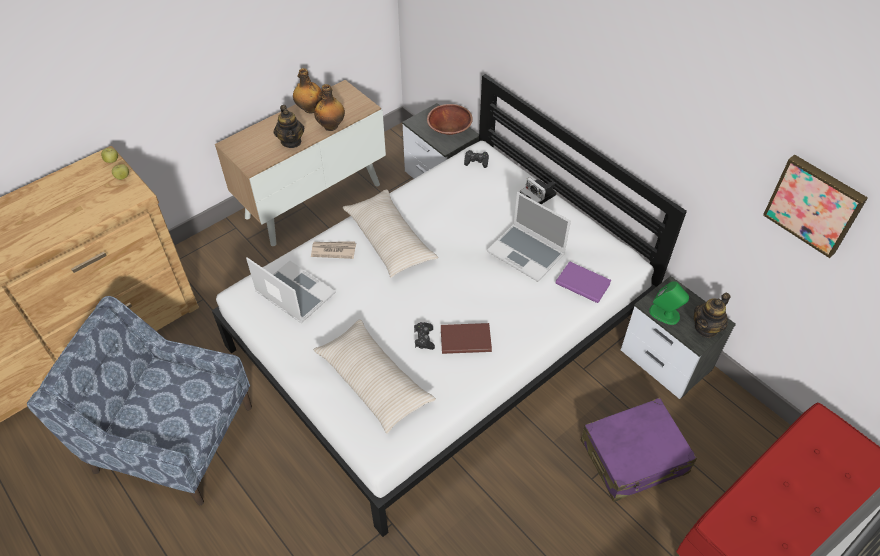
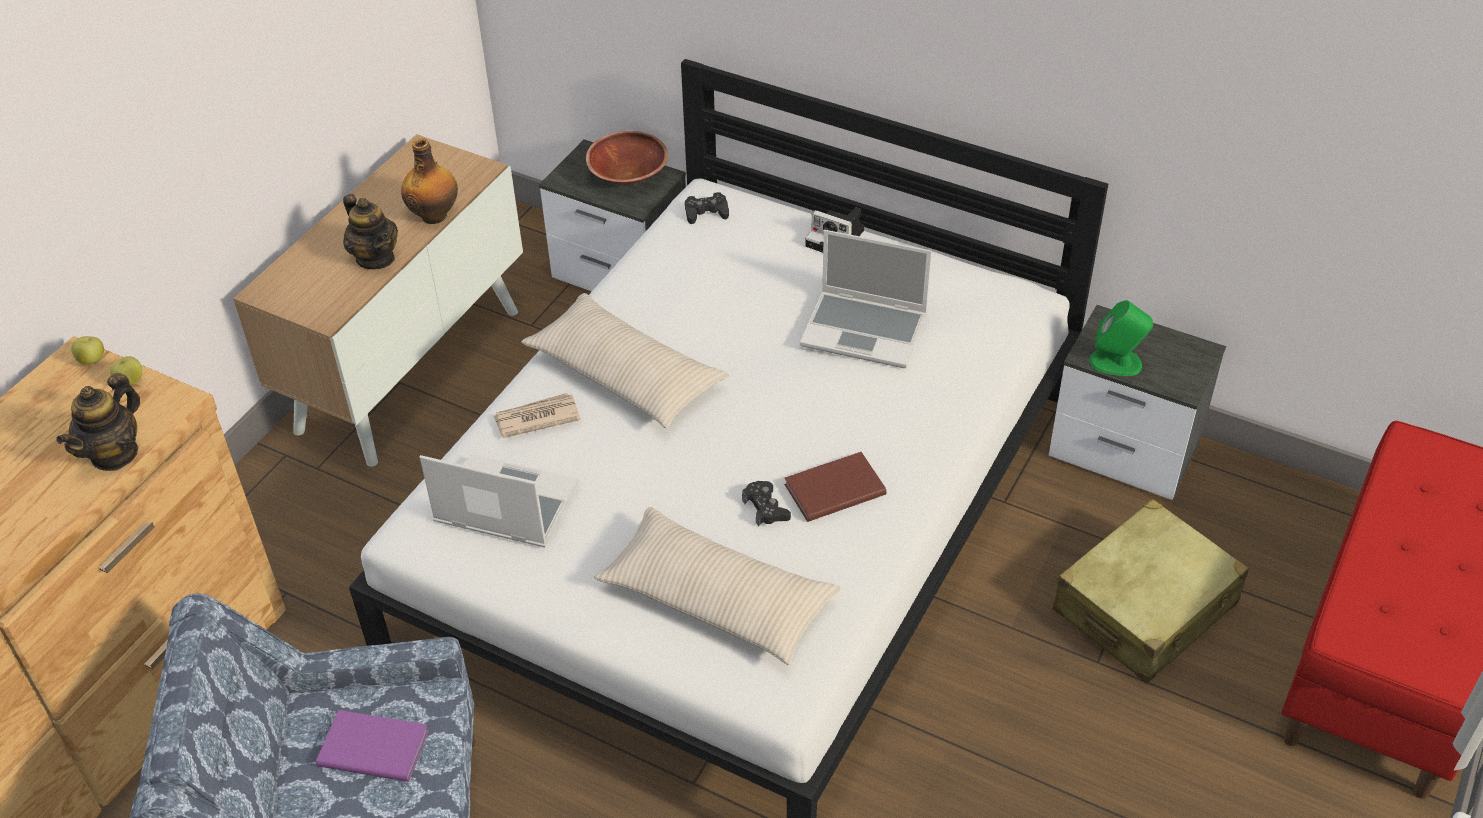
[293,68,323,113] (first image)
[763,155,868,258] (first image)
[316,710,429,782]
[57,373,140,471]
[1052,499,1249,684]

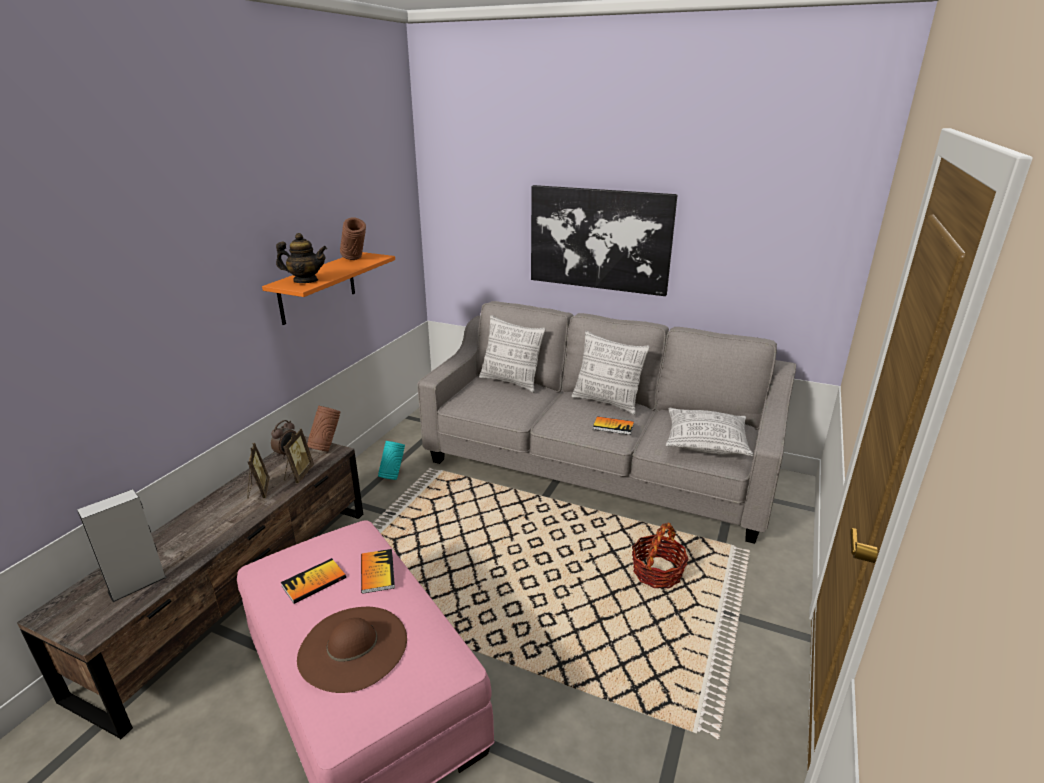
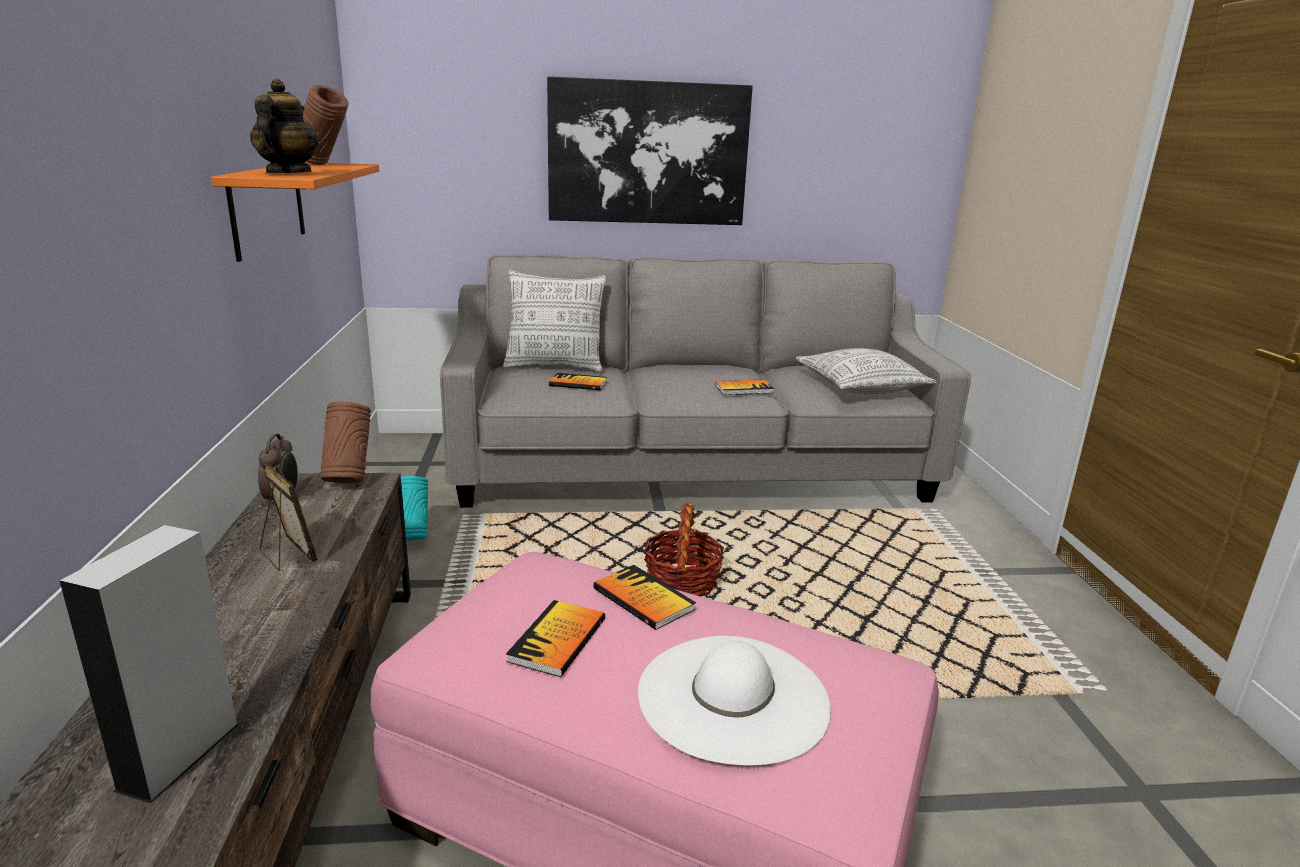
[283,429,314,483] (first image)
[572,331,650,415] (first image)
[549,373,607,390]
[644,502,724,596]
[638,636,831,766]
[250,79,319,174]

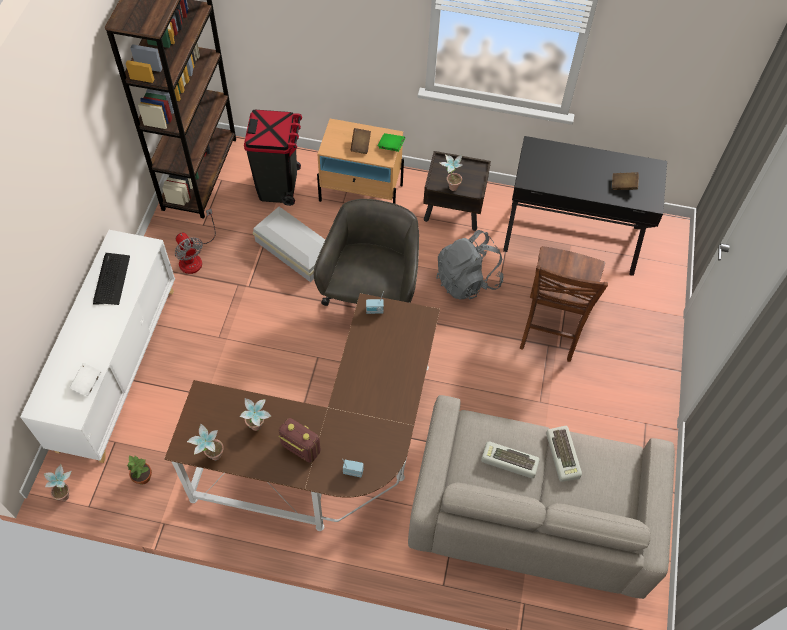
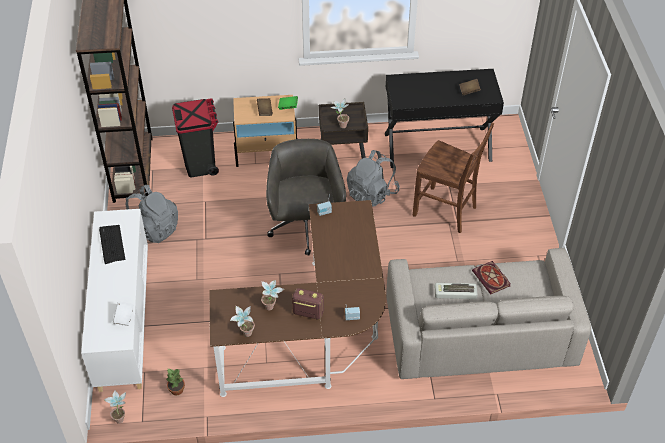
[253,207,325,282] (first image)
[125,185,178,243]
[472,261,511,294]
[413,123,494,233]

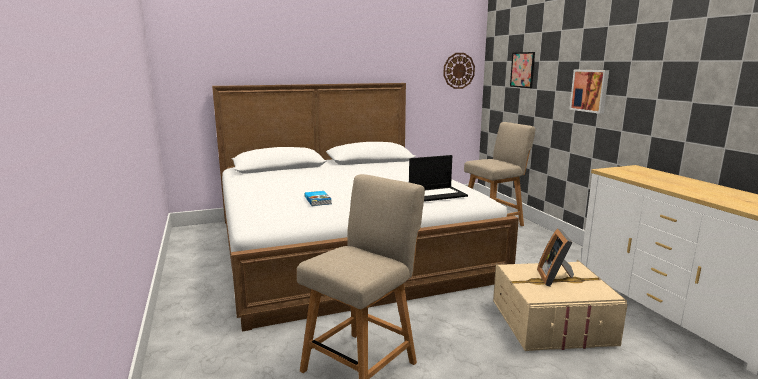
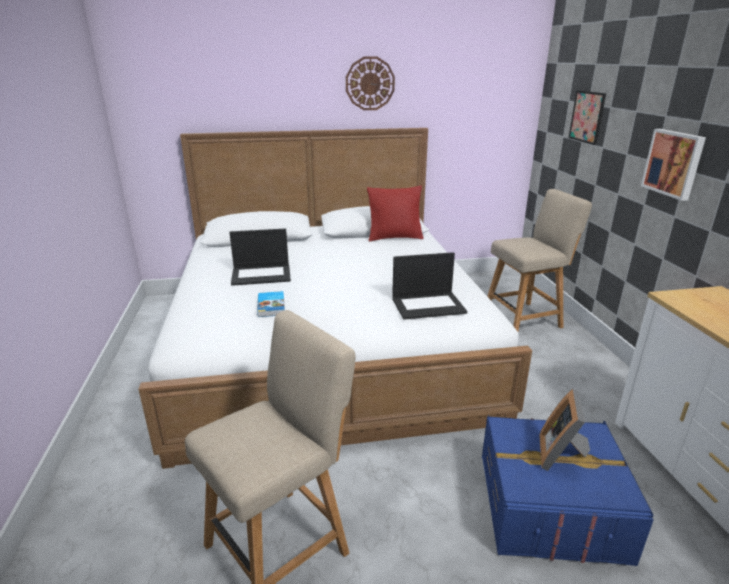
[229,228,291,286]
[367,186,424,242]
[346,57,395,110]
[482,414,653,566]

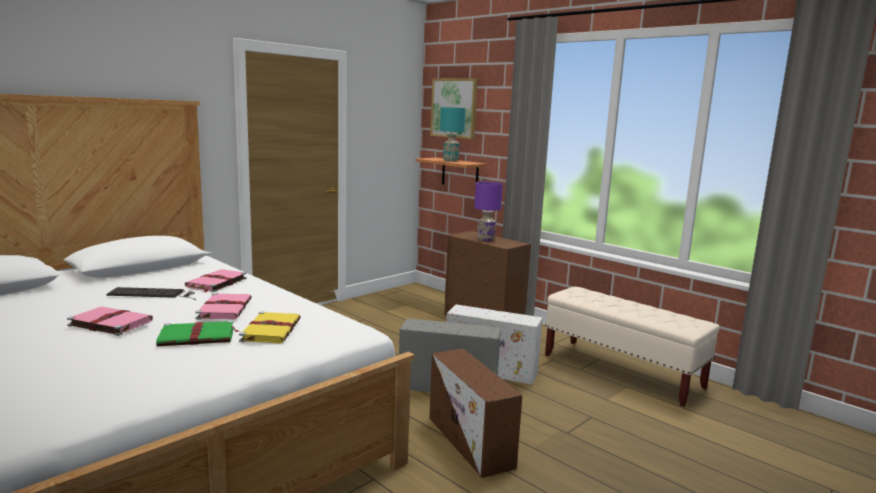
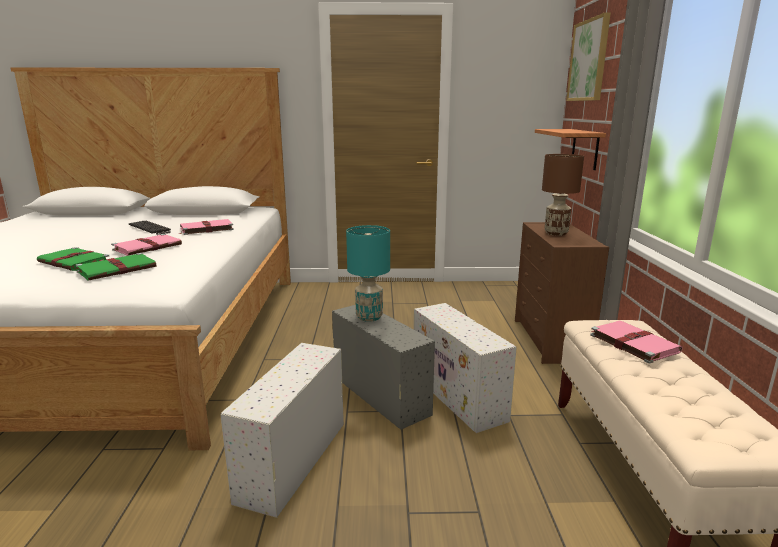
[590,321,683,363]
[346,225,390,322]
[76,253,156,281]
[220,343,344,518]
[542,154,584,236]

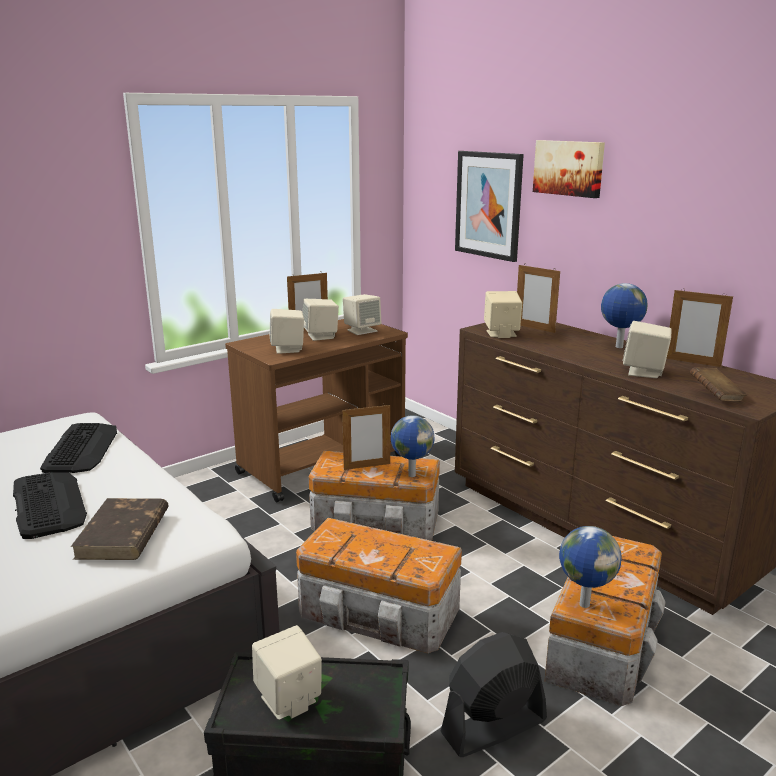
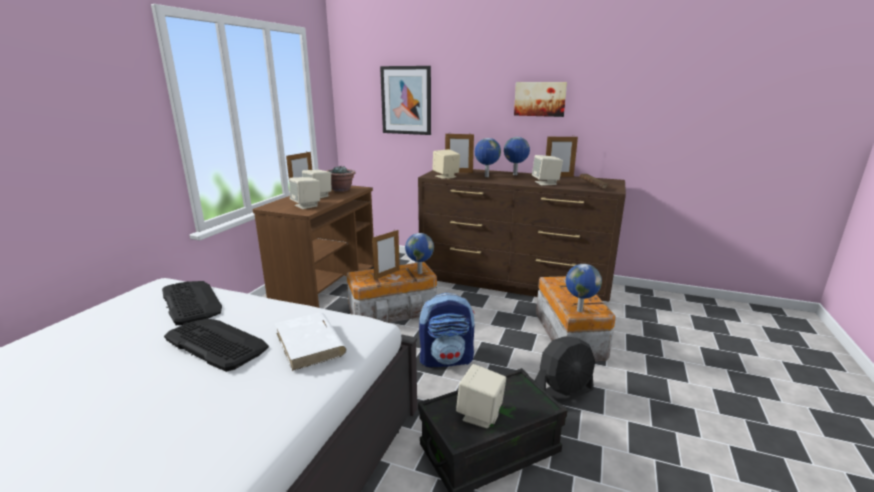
[475,138,501,177]
[514,82,567,117]
[419,293,475,367]
[327,166,356,192]
[275,313,347,371]
[534,336,595,403]

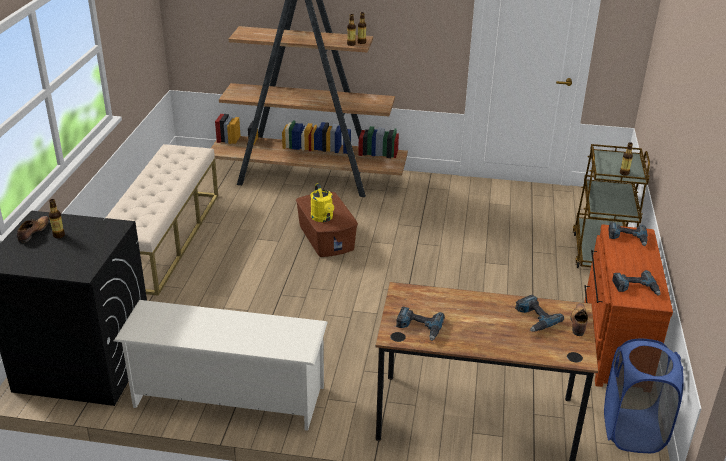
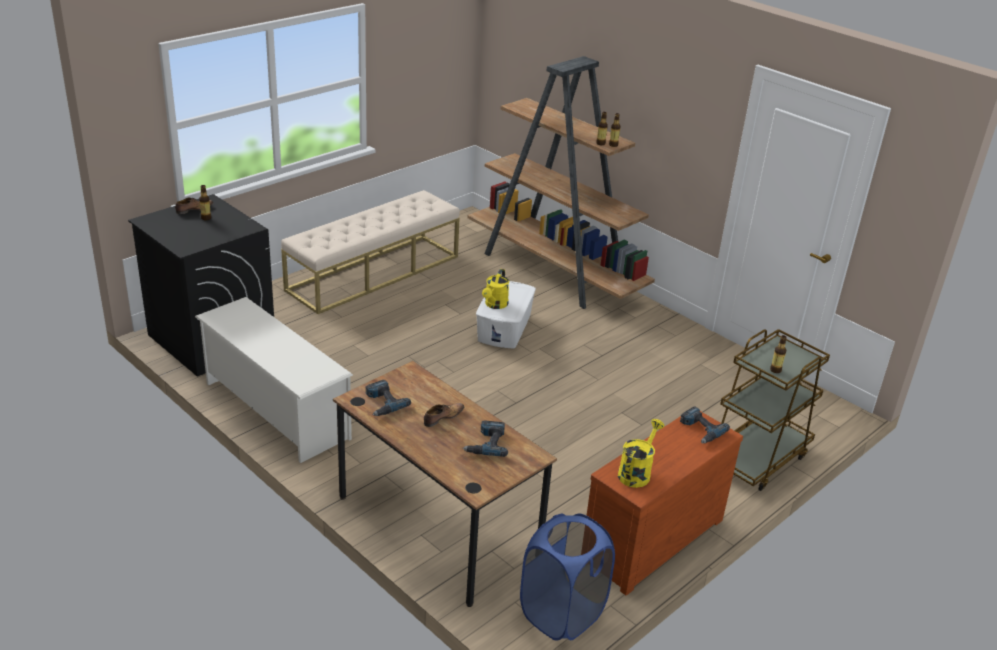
[424,403,464,427]
[618,419,664,488]
[476,281,536,348]

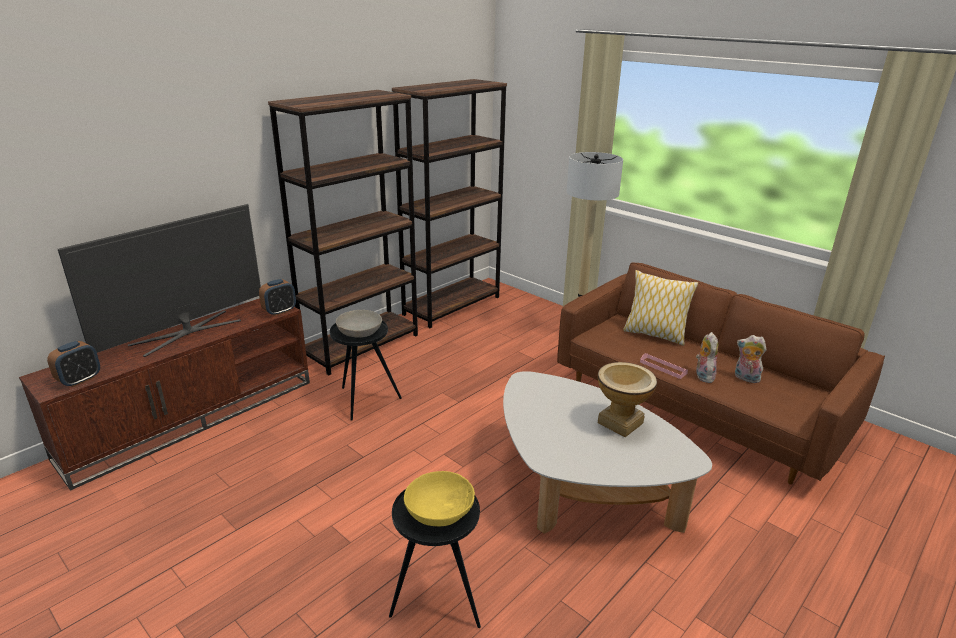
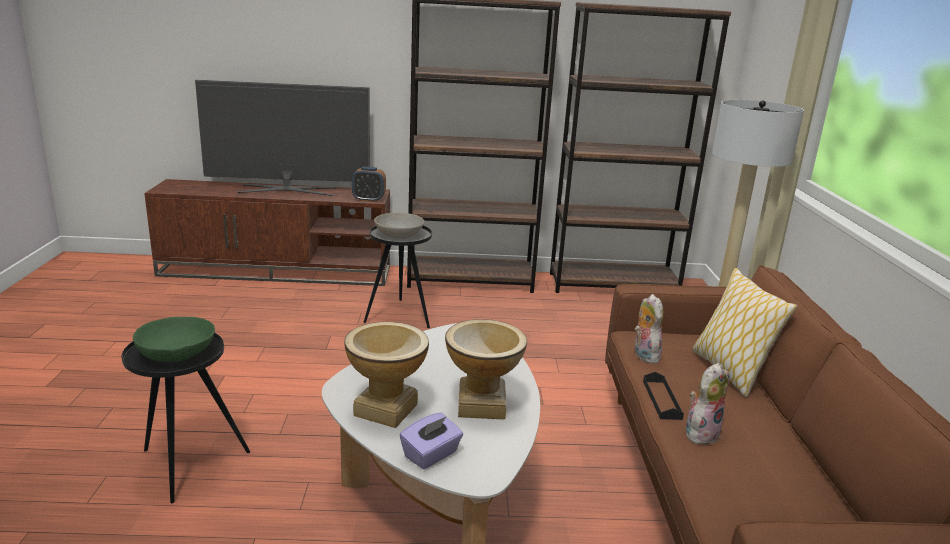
[47,341,100,387] (first image)
[344,322,429,428]
[400,413,463,469]
[635,294,663,364]
[133,317,215,362]
[643,372,684,420]

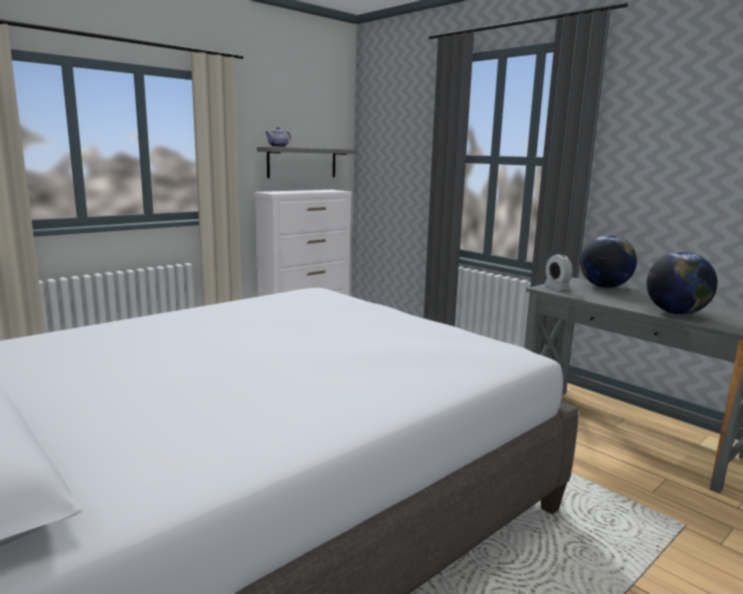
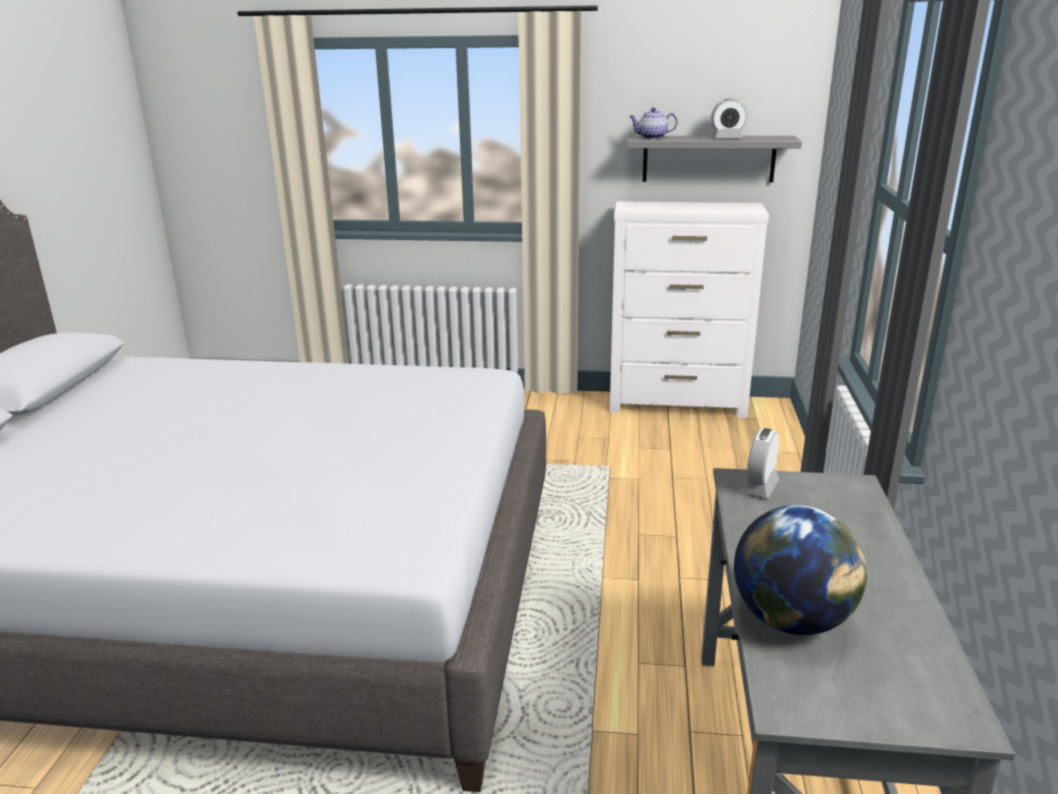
[580,235,637,288] (first image)
[711,99,747,138]

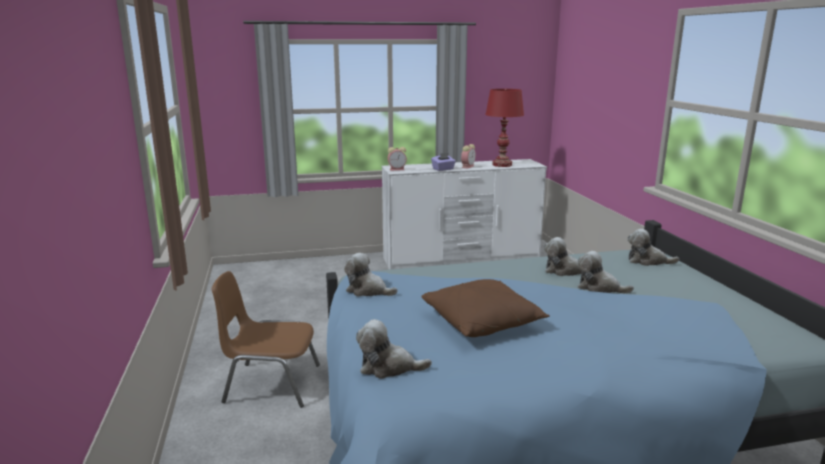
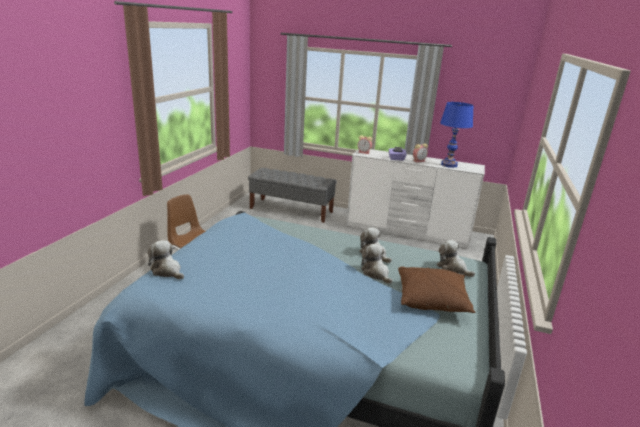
[344,253,398,296] (first image)
[248,168,337,223]
[398,267,475,313]
[440,102,474,168]

